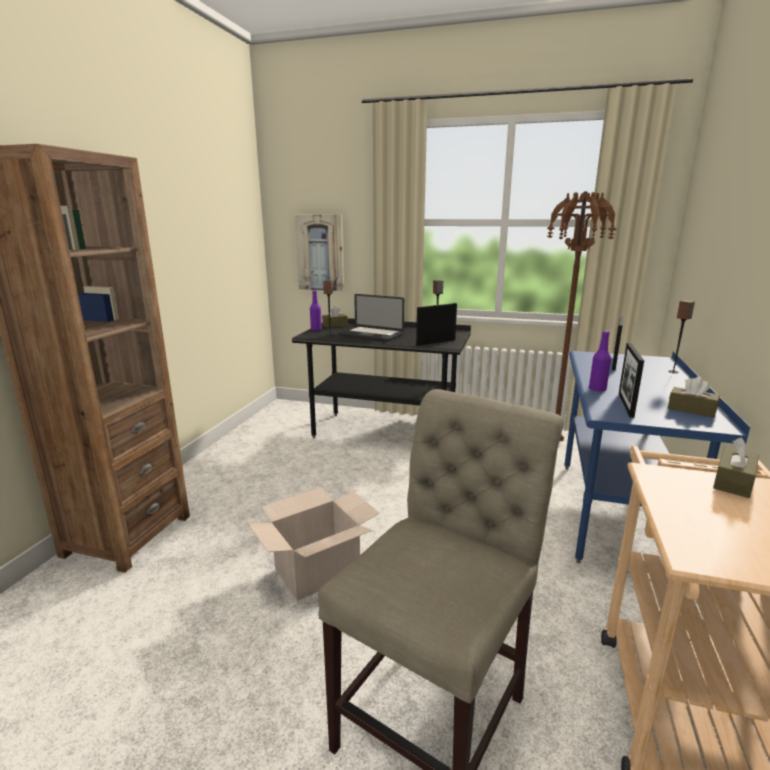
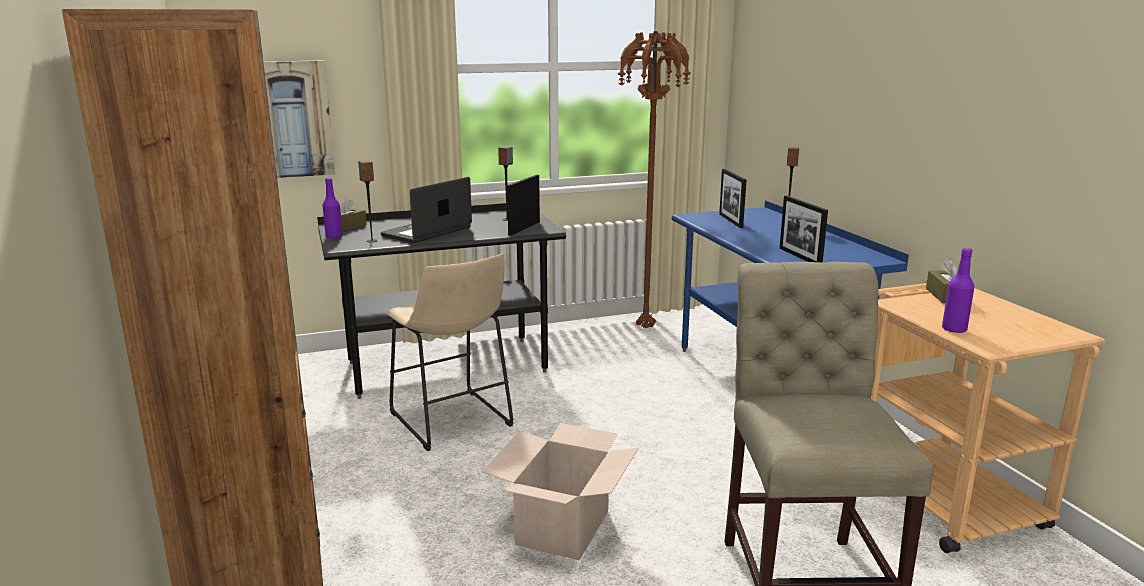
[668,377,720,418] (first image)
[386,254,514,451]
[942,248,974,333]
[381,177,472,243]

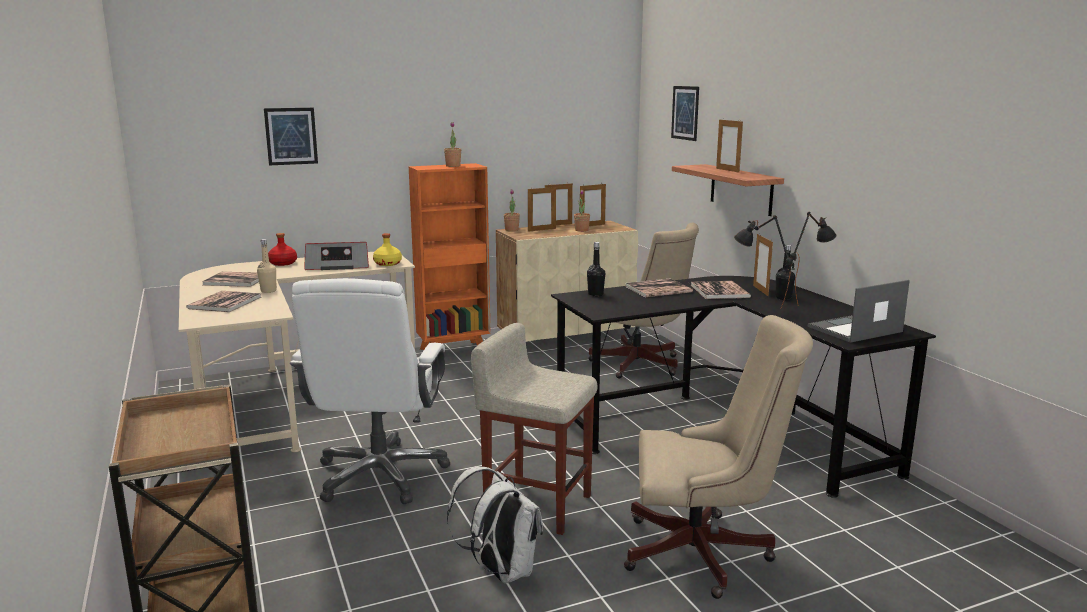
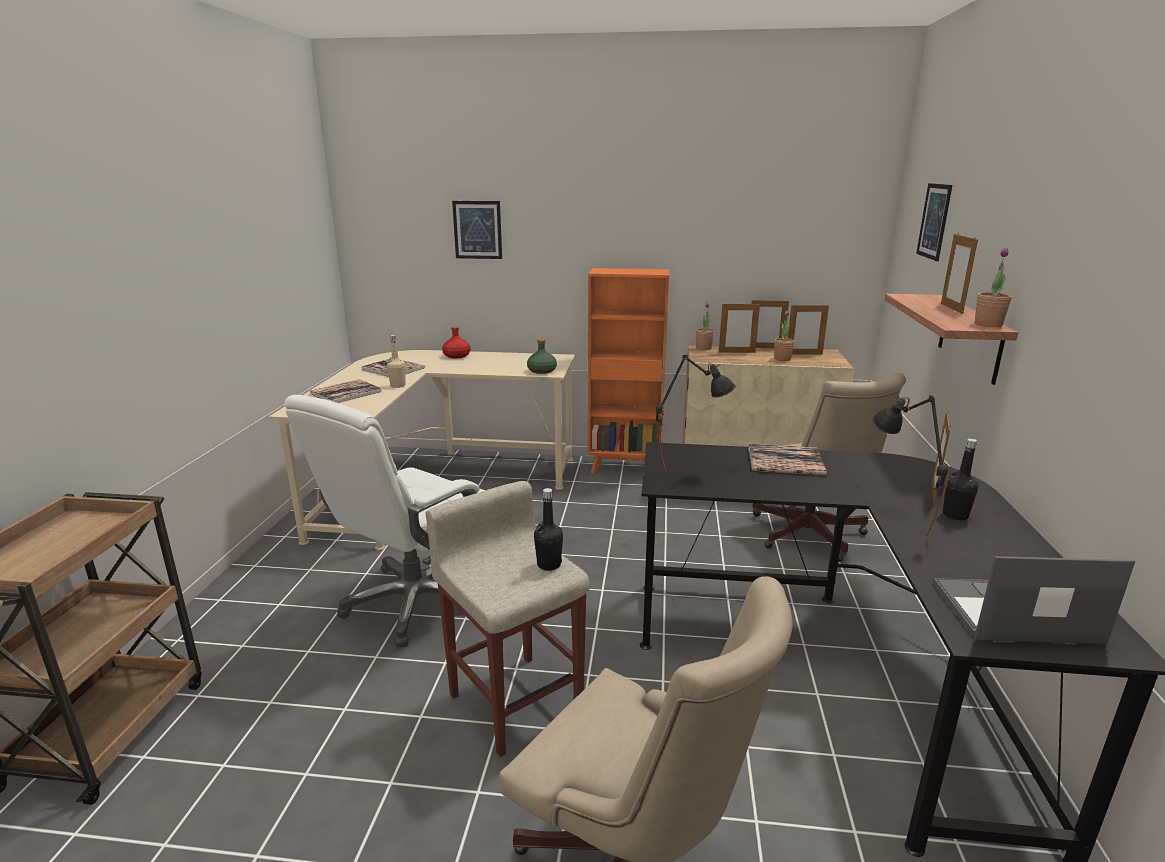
[304,242,369,270] (first image)
[447,467,543,584] (first image)
[691,281,751,299] (first image)
[975,248,1012,327]
[534,488,563,571]
[656,354,736,472]
[527,339,557,374]

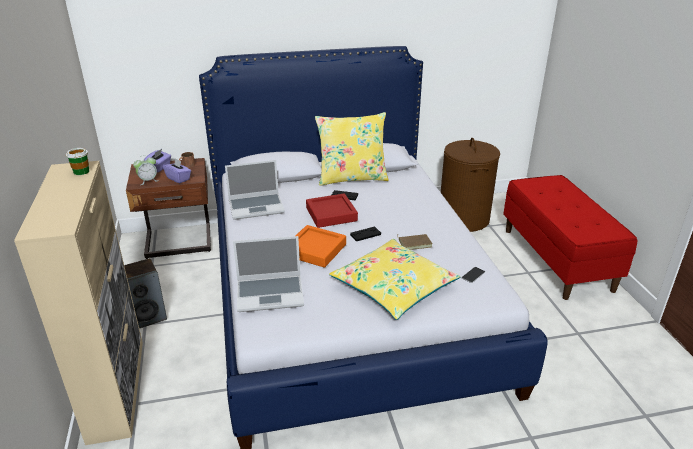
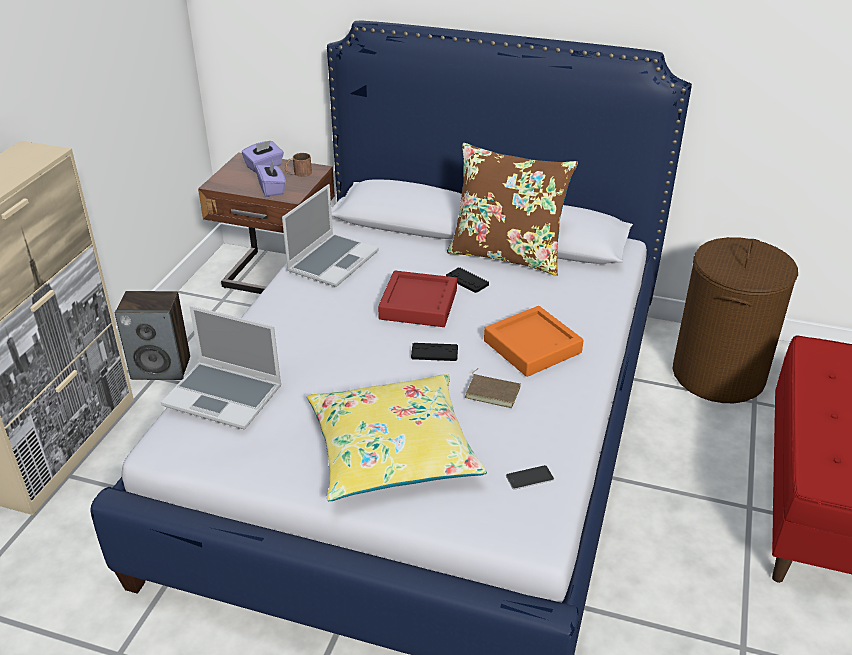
[66,148,89,175] (first image)
[133,155,159,185] (first image)
[484,306,584,377]
[447,143,578,276]
[282,184,379,287]

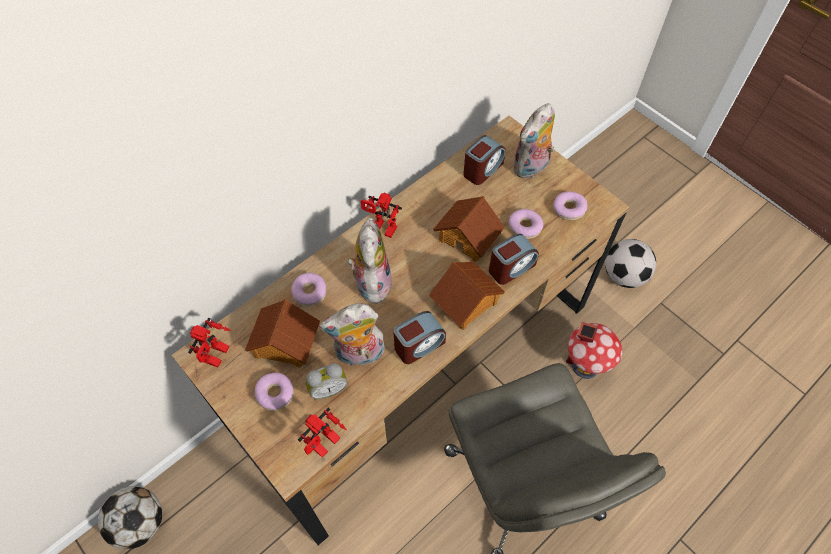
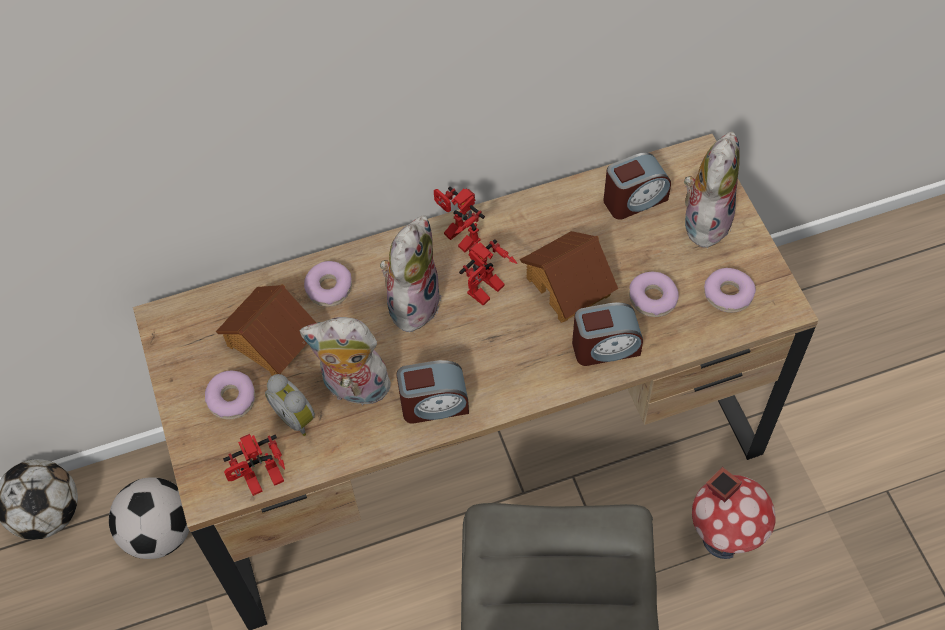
[429,262,505,330] (first image)
[459,239,517,306]
[109,477,189,559]
[265,374,315,436]
[684,132,740,249]

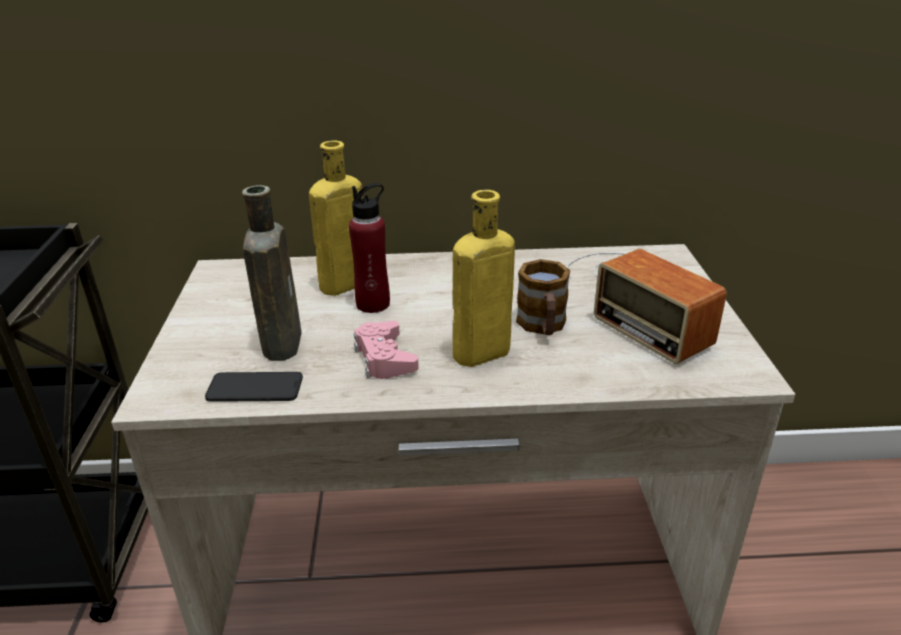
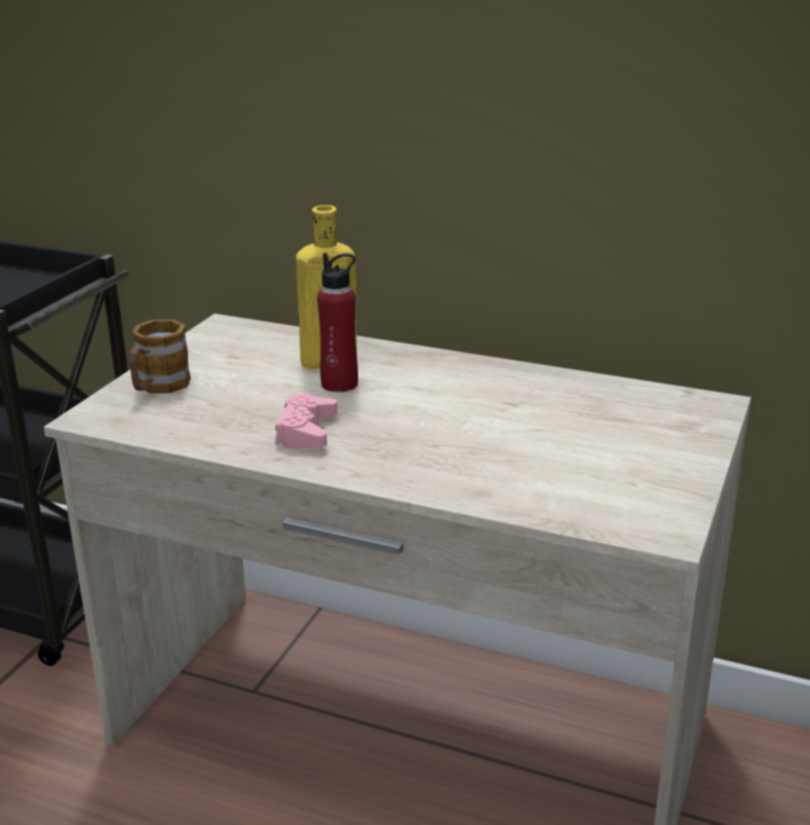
[205,372,303,402] (first image)
[242,185,301,361] (first image)
[453,190,515,367] (first image)
[567,249,727,364] (first image)
[129,319,191,393]

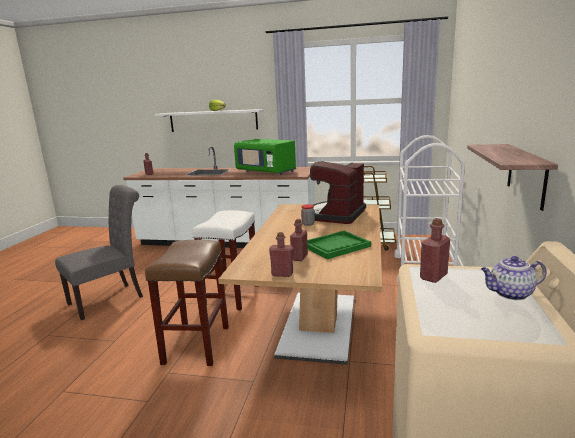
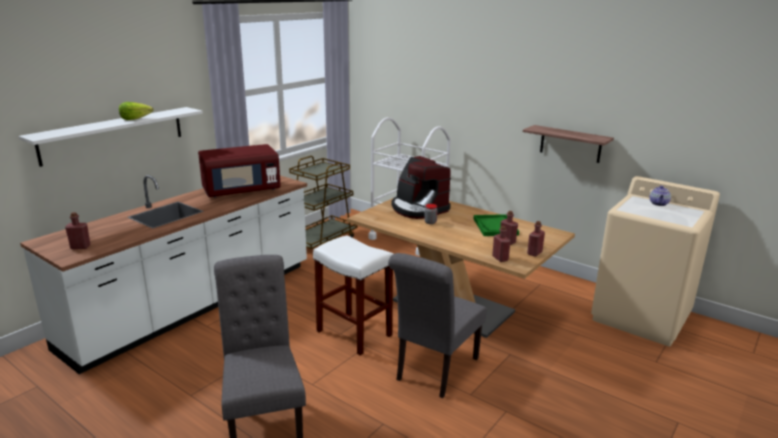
[492,226,511,262]
[388,253,487,398]
[198,144,281,197]

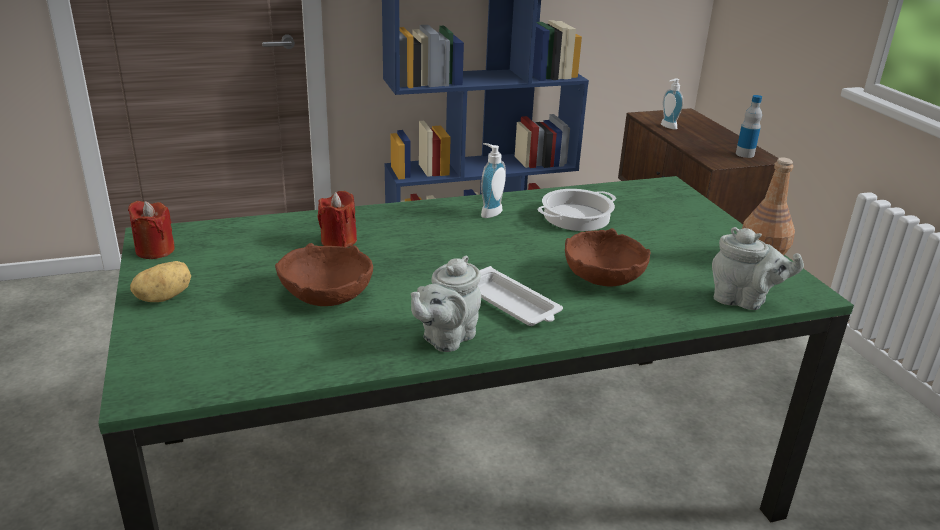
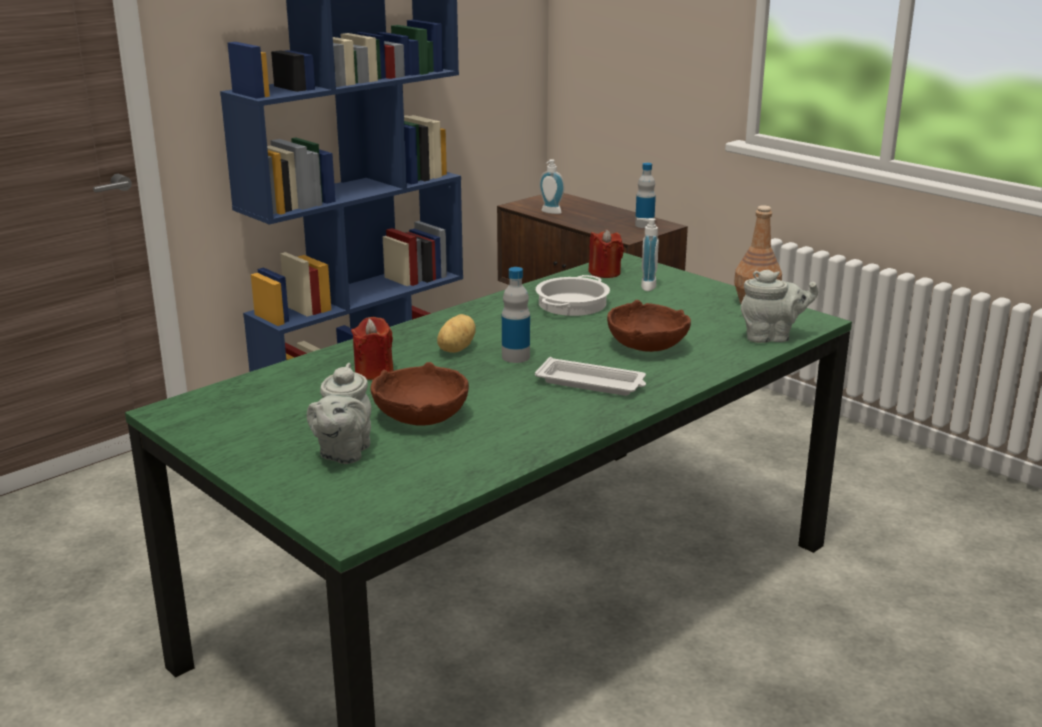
[502,267,530,363]
[589,229,624,278]
[437,314,476,353]
[307,363,371,464]
[637,218,659,291]

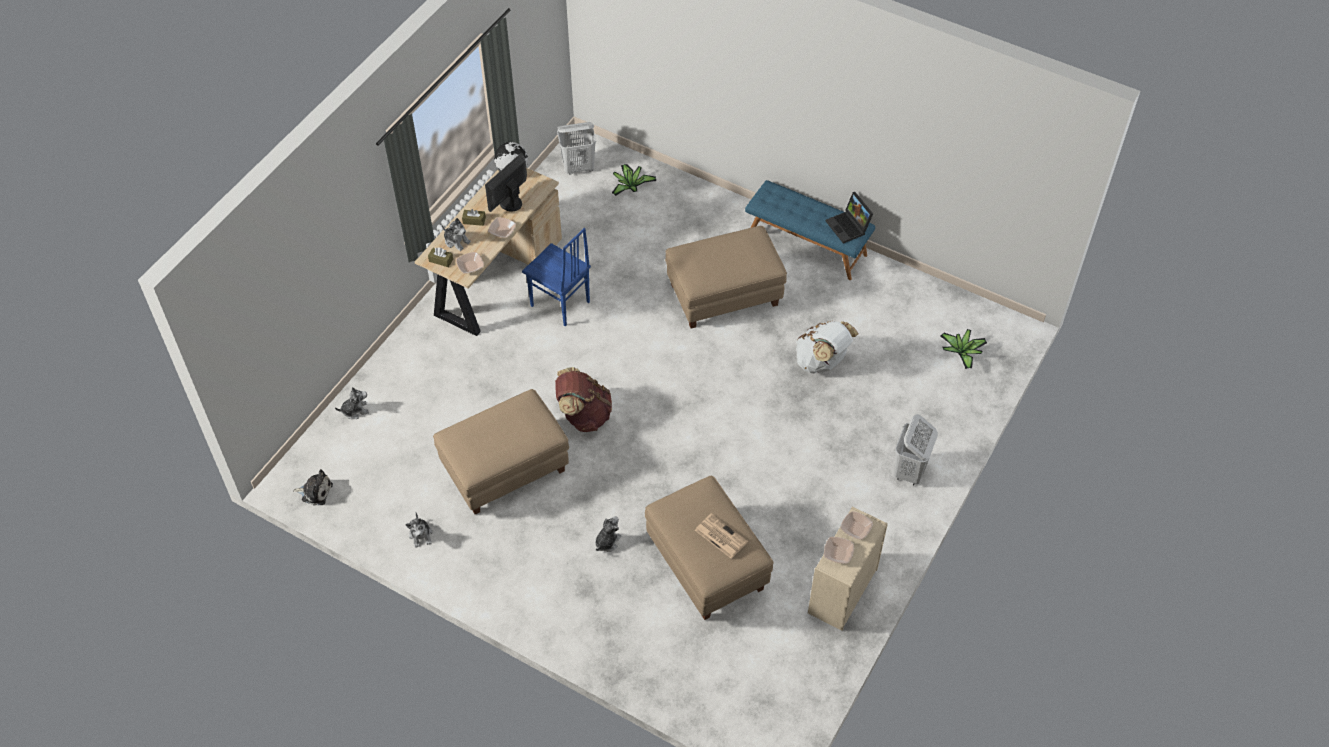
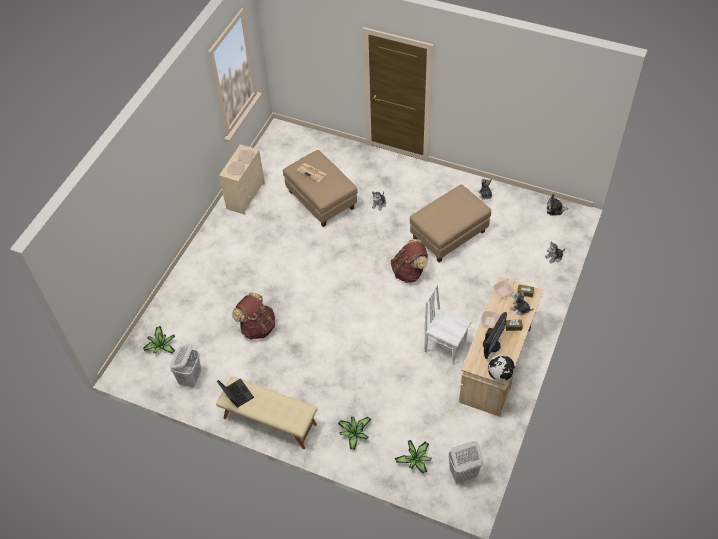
[665,226,787,328] (first image)
[338,416,371,450]
[170,344,201,388]
[424,285,472,365]
[216,376,317,449]
[232,293,275,340]

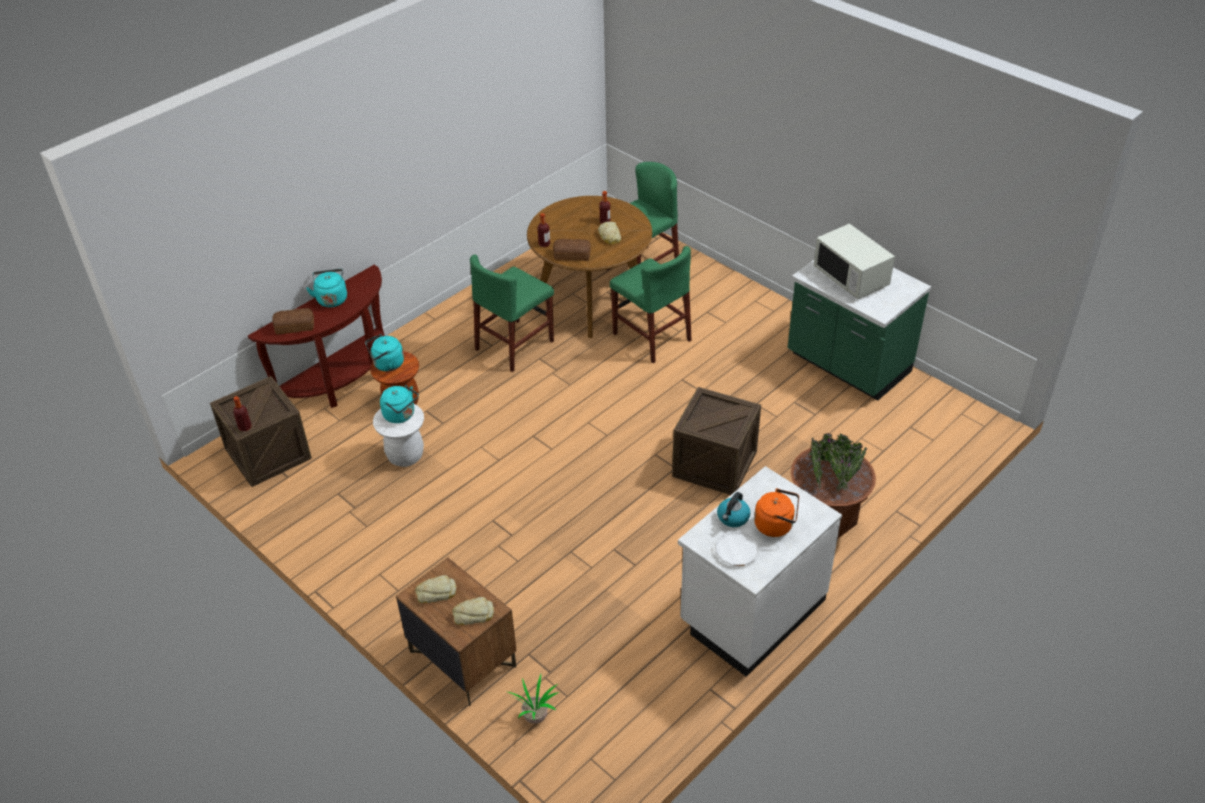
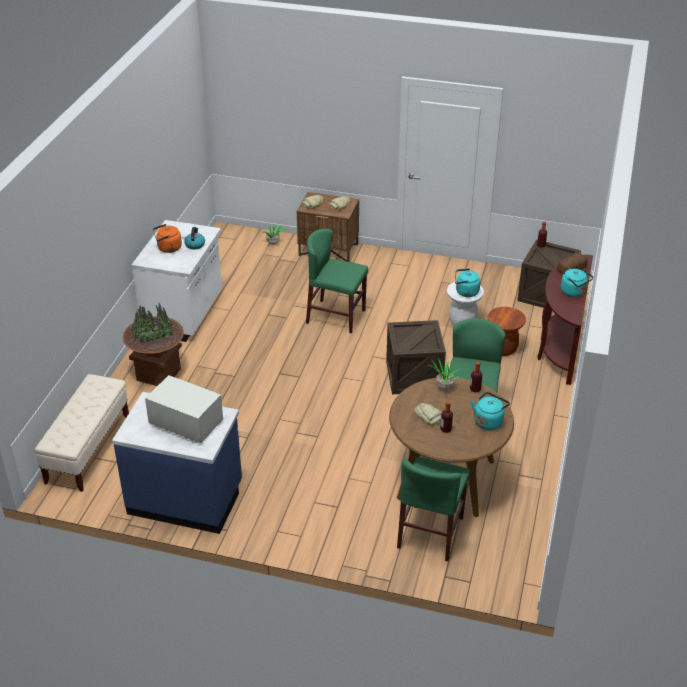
[34,374,129,492]
[471,392,510,430]
[306,229,368,333]
[386,320,446,394]
[428,358,461,390]
[112,392,242,534]

